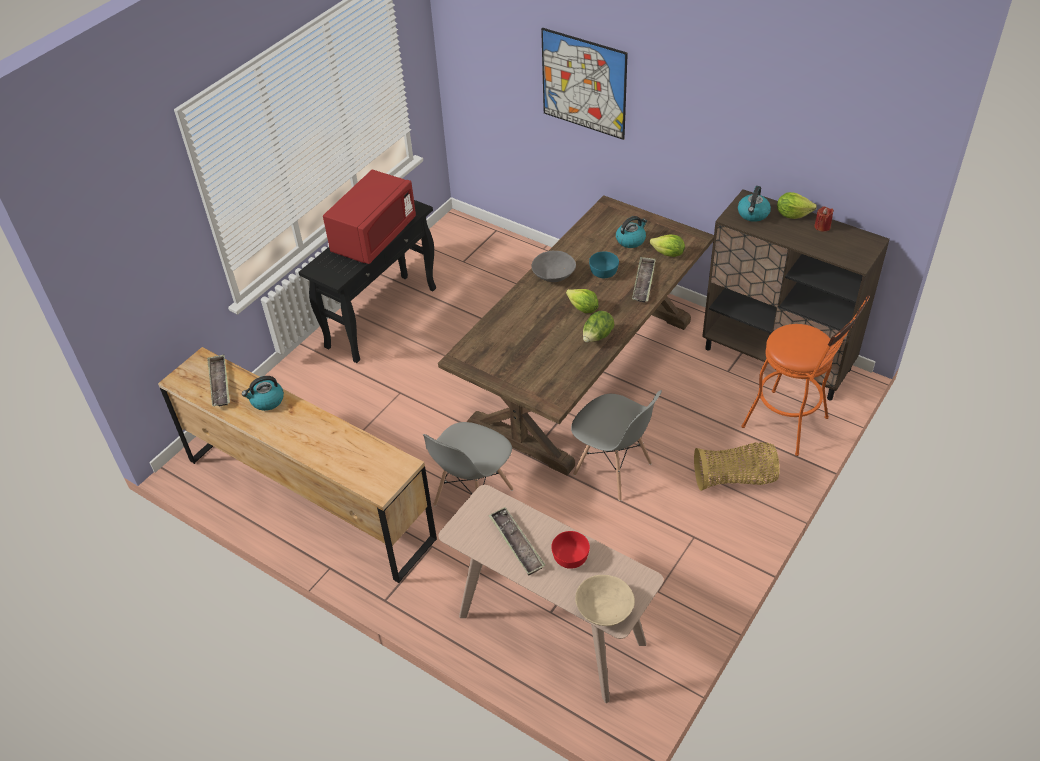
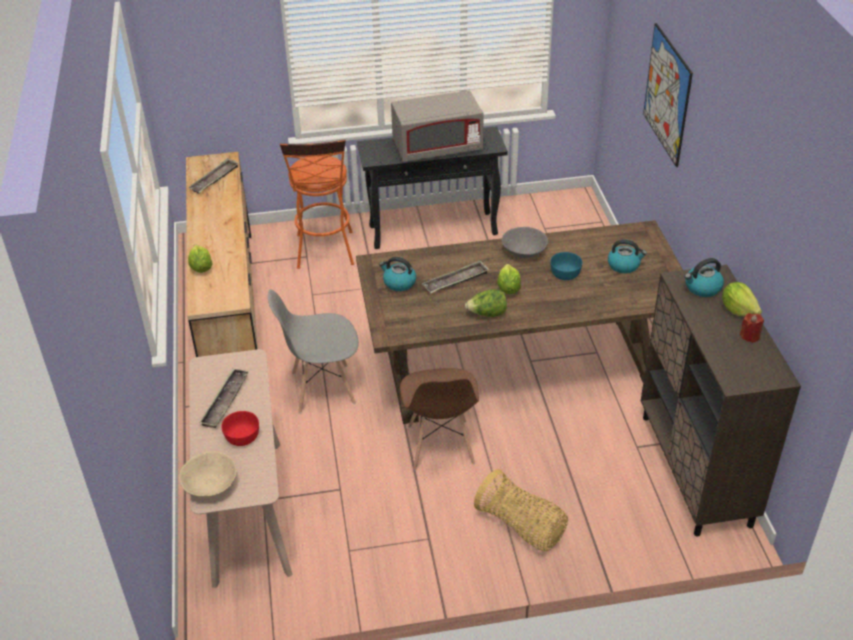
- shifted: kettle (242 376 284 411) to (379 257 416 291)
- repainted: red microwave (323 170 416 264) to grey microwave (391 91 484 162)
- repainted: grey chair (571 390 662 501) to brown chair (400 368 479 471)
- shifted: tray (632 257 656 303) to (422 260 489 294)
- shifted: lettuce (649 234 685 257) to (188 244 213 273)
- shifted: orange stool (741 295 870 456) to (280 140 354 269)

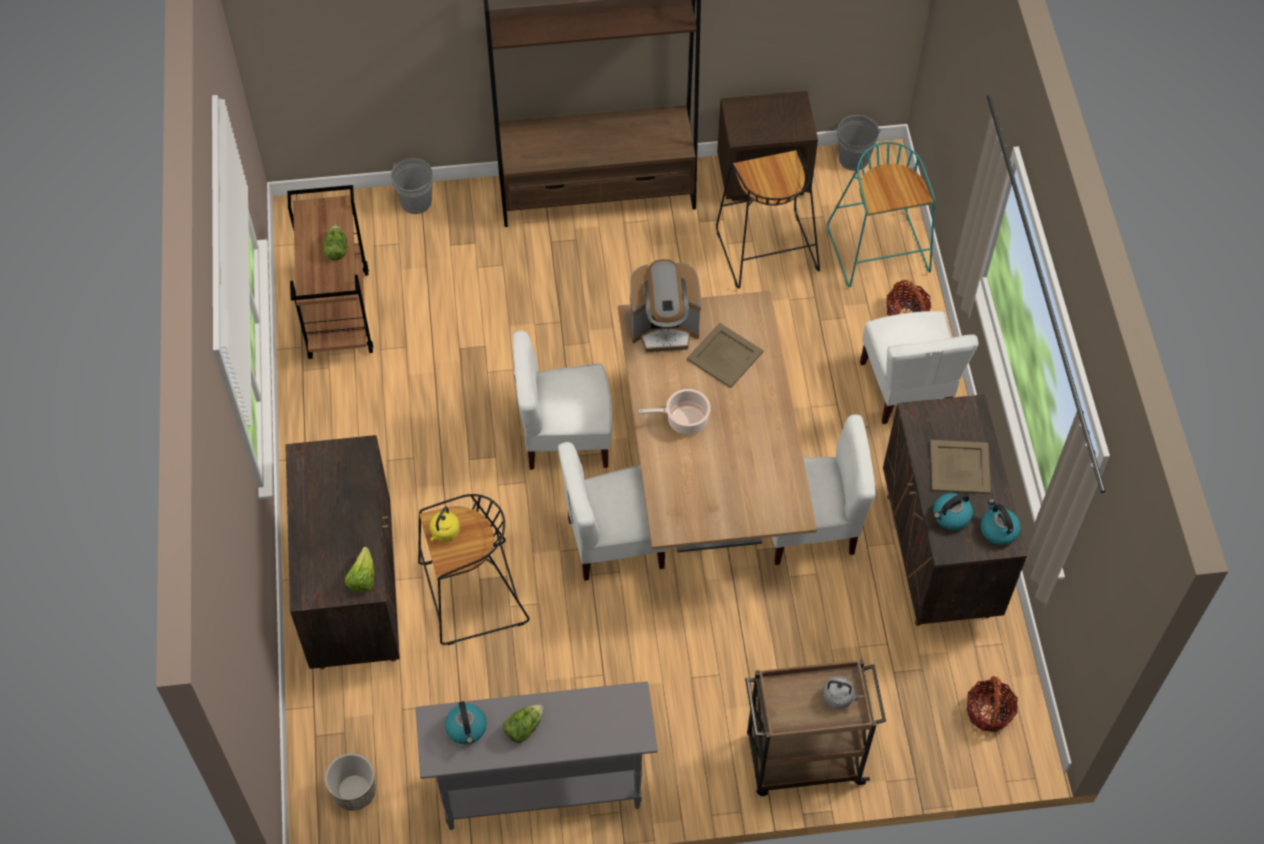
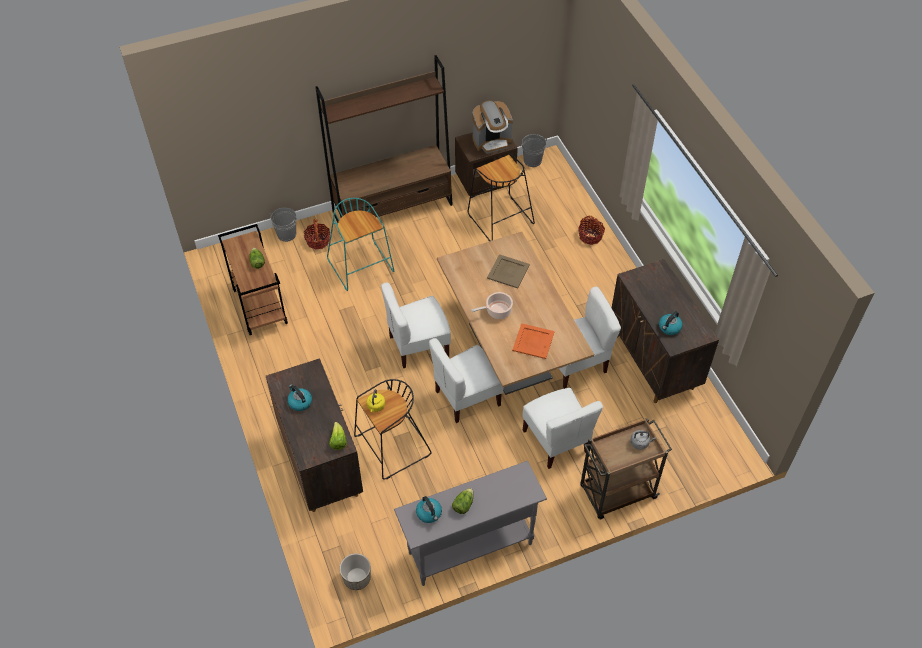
- shifted: coffee machine (630 259 701 352) to (472 100 513 154)
- shifted: turquoise stool (827 142 935 287) to (327 198 395 291)
- shifted: white chair (860 311 978 424) to (522 388 603 469)
- gone: beige tray (930 440 991 494)
- shifted: basket (966 676 1018 732) to (304 219 330 250)
- shifted: kettle (981 499 1021 545) to (287 384 312 411)
- new: orange tray (512 323 555 359)

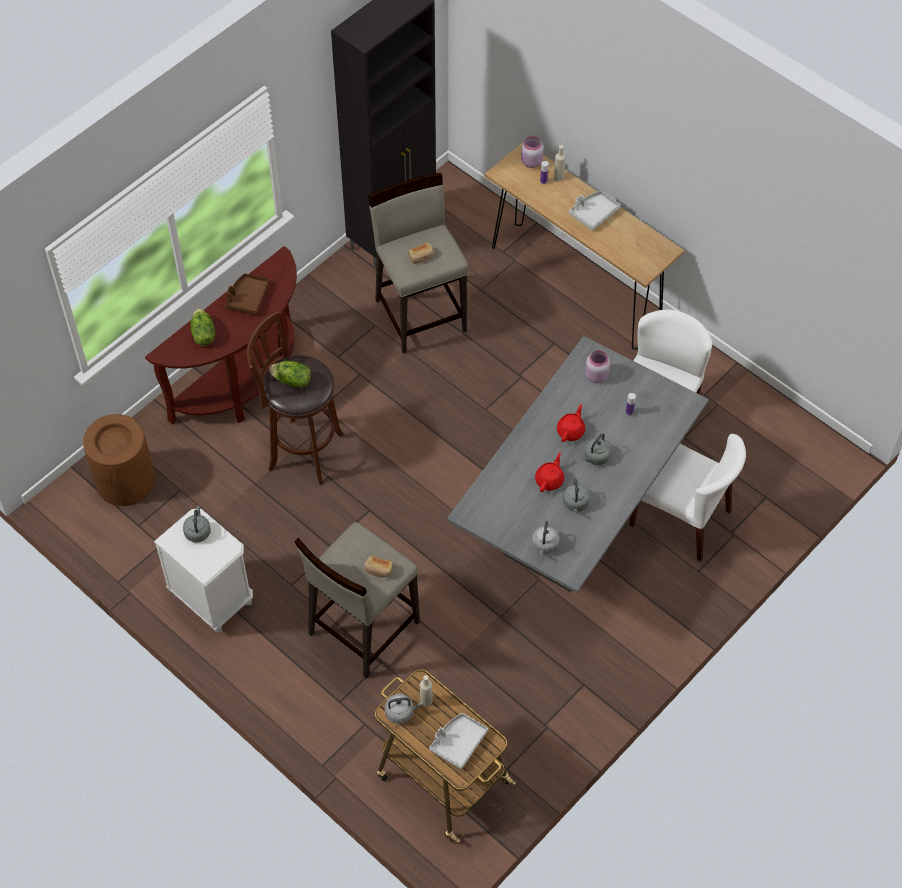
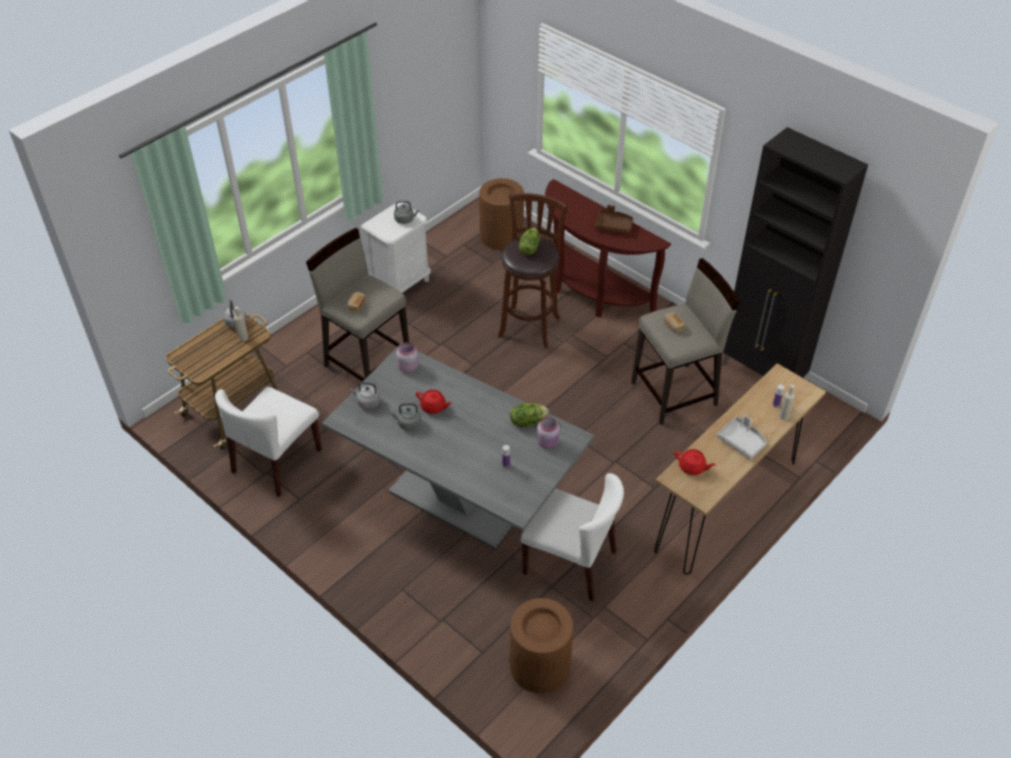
- shifted: lettuce (191 308 215 346) to (510 403 549 427)
- gone: grey tray (429 713 488 769)
- shifted: pink jar (521 136 544 168) to (396 342 418 373)
- shifted: red teapot (557 404 585 442) to (674 449 716 475)
- gone: grey kettle (583 433 611 465)
- shifted: white chair (629 434 746 562) to (215 387 322 497)
- new: brown trash can (509 598 573 693)

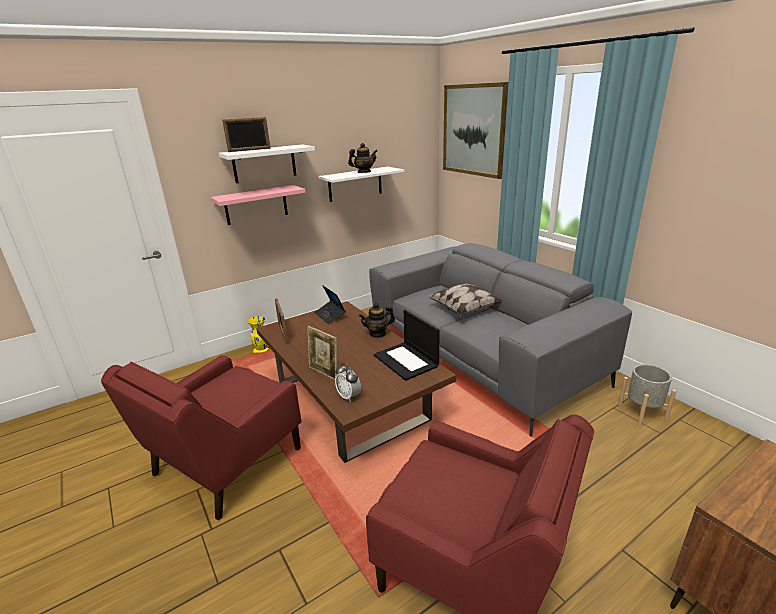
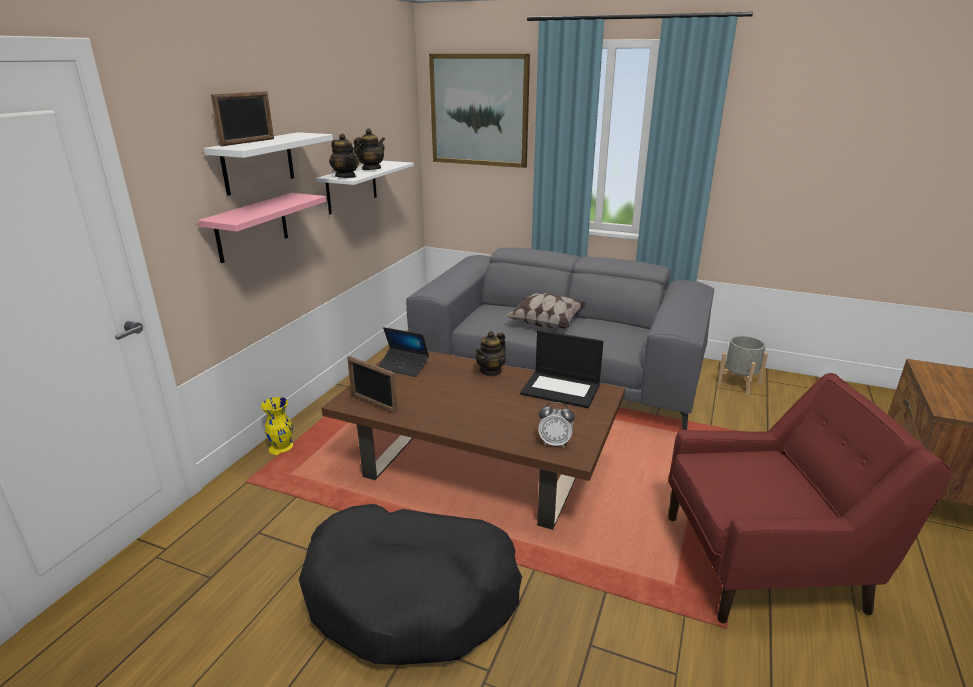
- swapped: red armchair (101 355 302 520) to black dog bed (299 504 522 665)
- gone: picture frame (307 326 337 380)
- new: teapot (329 134 359 178)

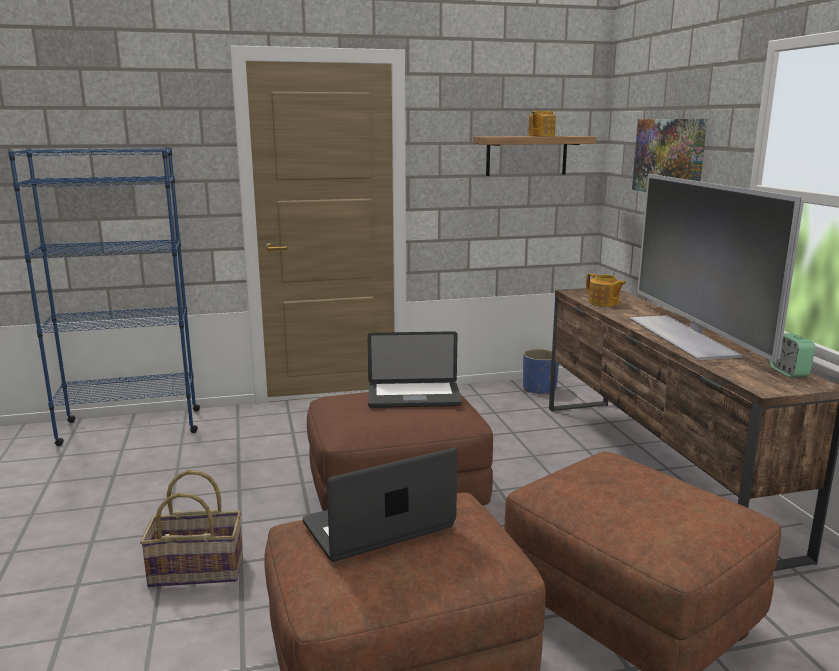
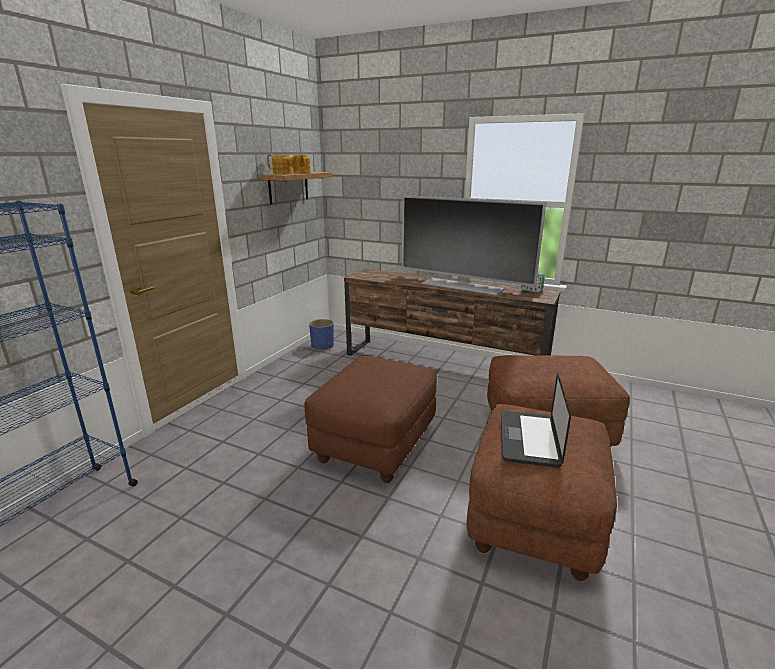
- gone: basket (140 470 243 587)
- gone: laptop (367 331 462 408)
- shifted: teapot (586 273 626 307) to (267 155 299 175)
- gone: picture (632 119 707 192)

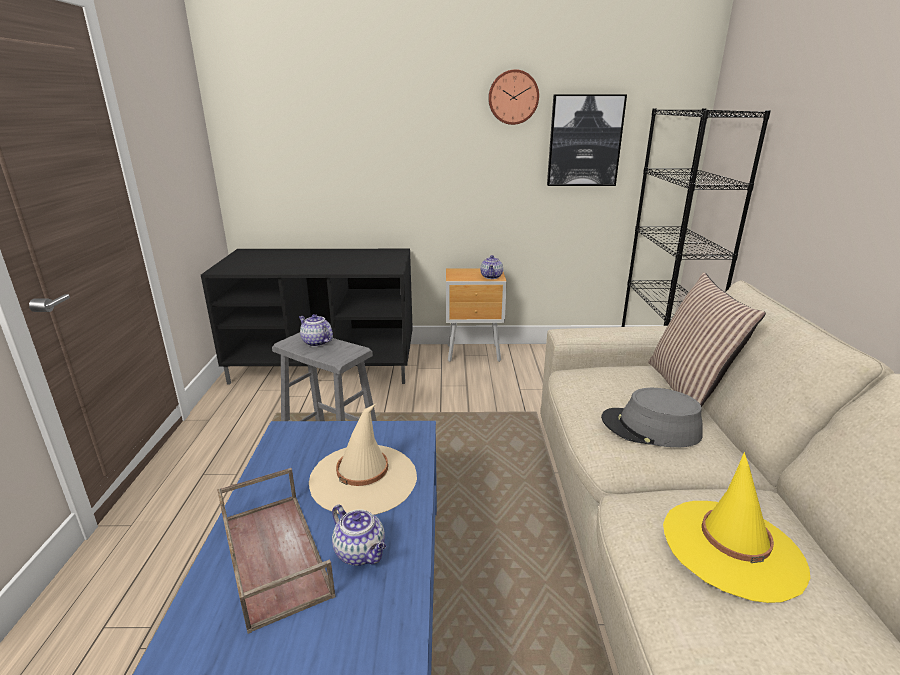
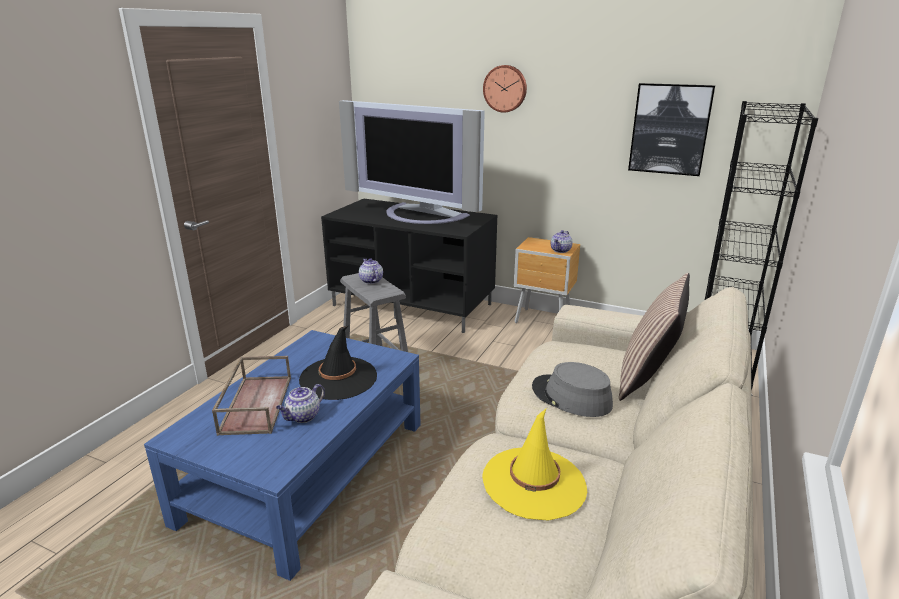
- repainted: beige hat (309 404 417 515) to black hat (299 325 377 400)
- rotated: teapot (332 504 386 566) = (276 384 325 423) 60 degrees clockwise
- shifted: wall clock (488 69 539 125) to (483 65 527 113)
- new: television (339 100 485 224)

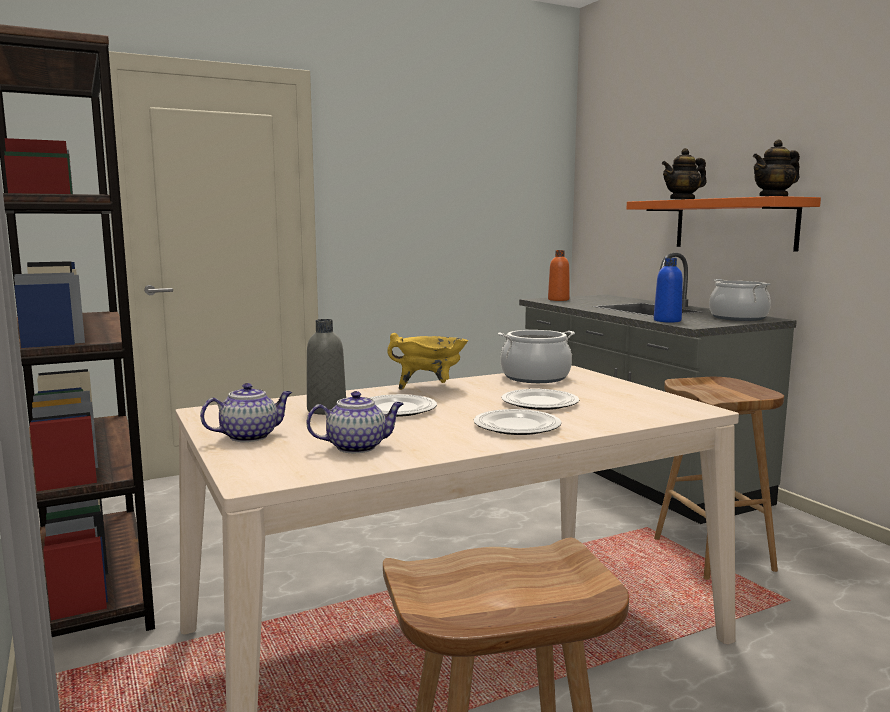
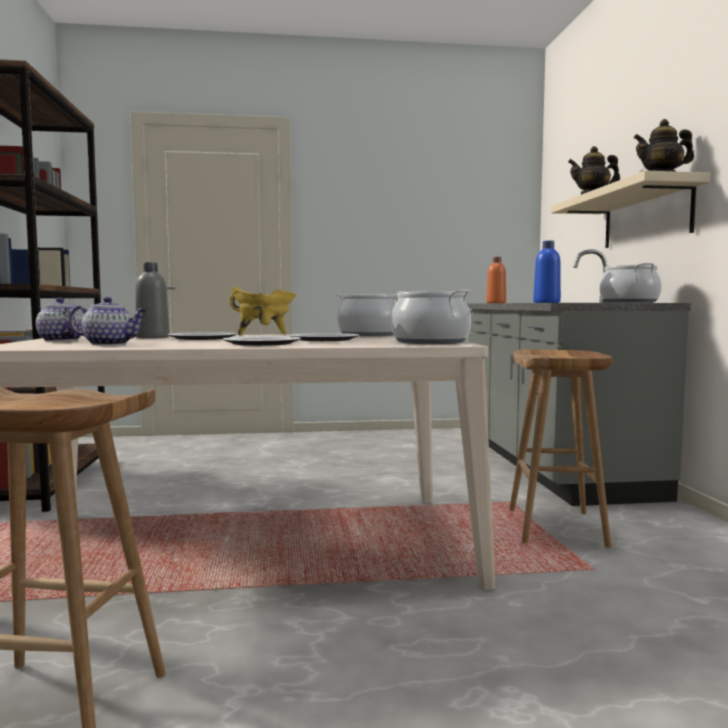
- rotated: teapot (200 383 292 442) = (36 298 83 342) 120 degrees counterclockwise
- repainted: orange shelf (627 196 821 252) to beige shelf (551 171 710 248)
- new: cooking pot (391 290 471 344)

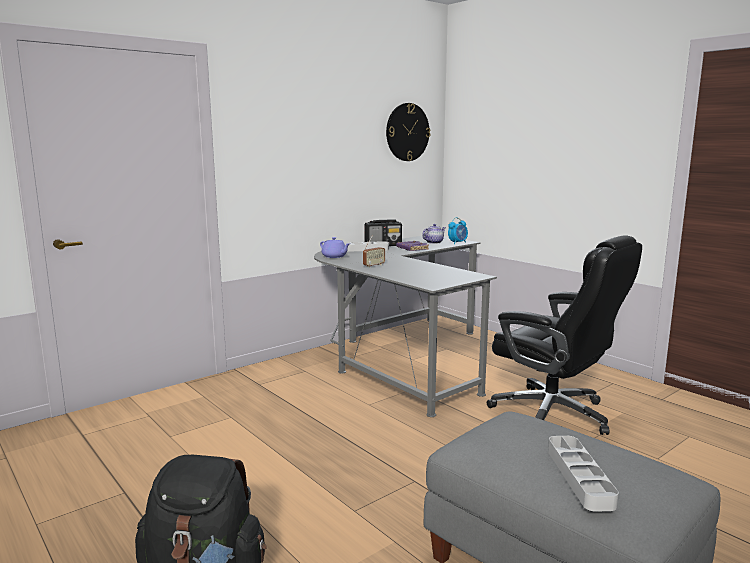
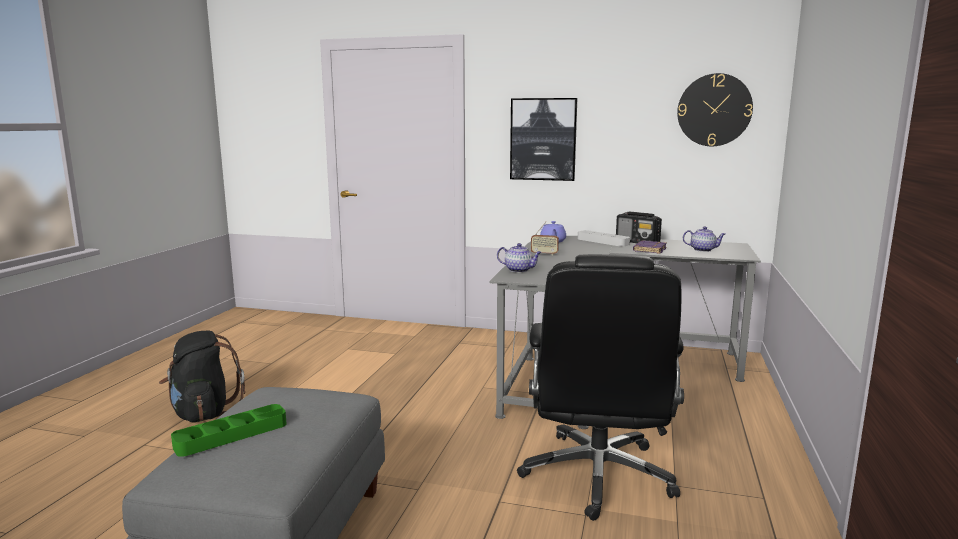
- gone: alarm clock (448 217 468 244)
- repainted: grey tray (548 436 619 512) to green tray (171 404 287 457)
- new: teapot (497 243 542 273)
- new: picture (510 98 577 181)

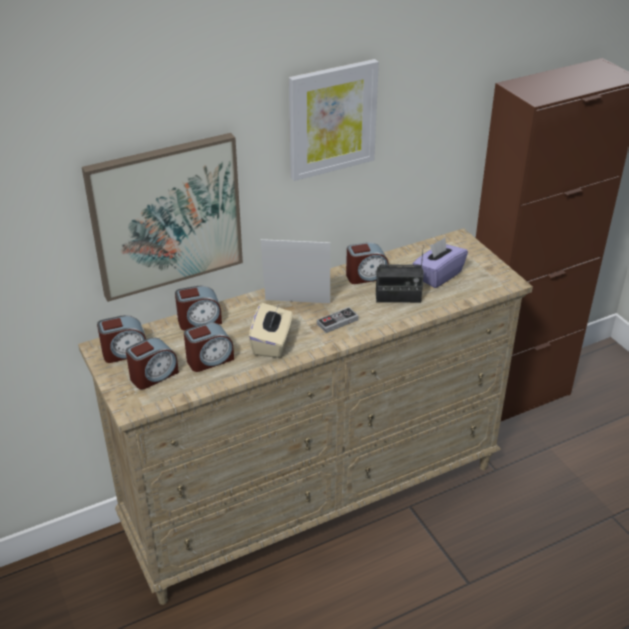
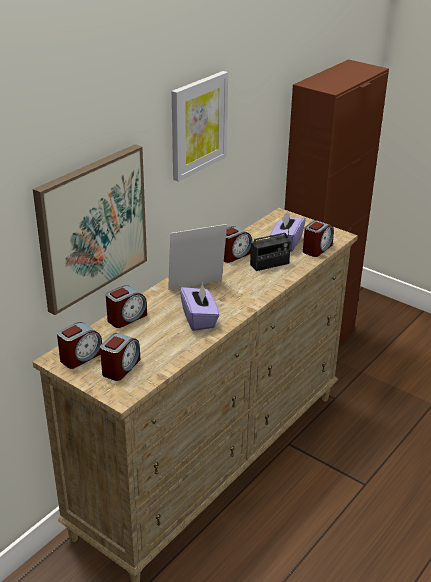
- shifted: alarm clock (184 322 234 372) to (303 220 334 257)
- repainted: beige tissue box (249 303 293 358) to purple tissue box (180 283 219 331)
- gone: game controller (317 307 359 333)

